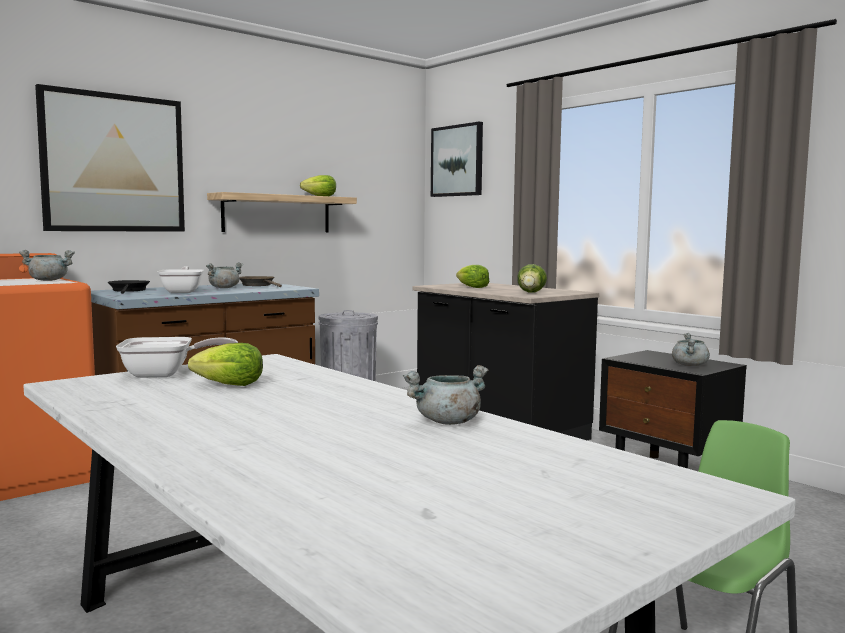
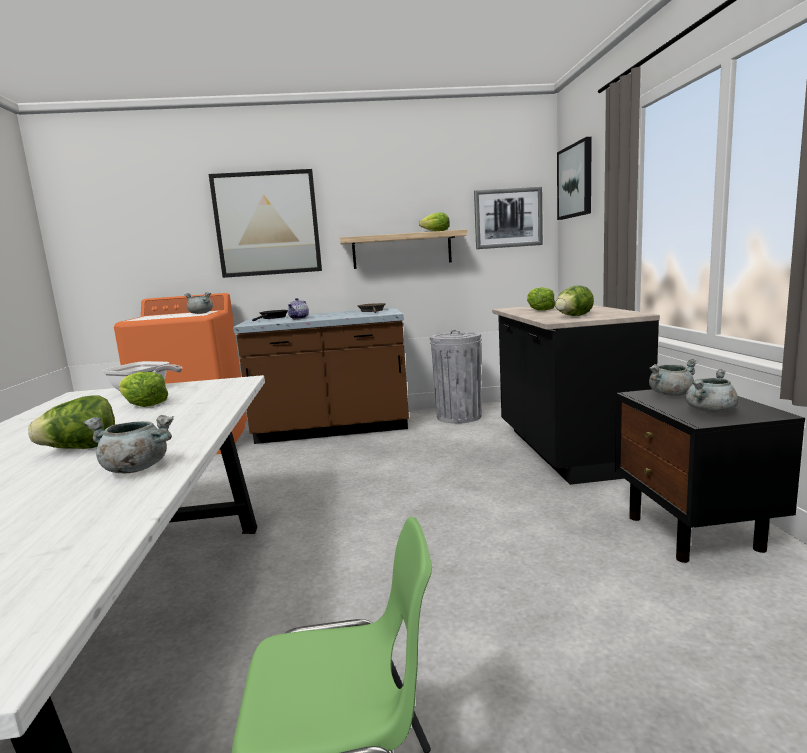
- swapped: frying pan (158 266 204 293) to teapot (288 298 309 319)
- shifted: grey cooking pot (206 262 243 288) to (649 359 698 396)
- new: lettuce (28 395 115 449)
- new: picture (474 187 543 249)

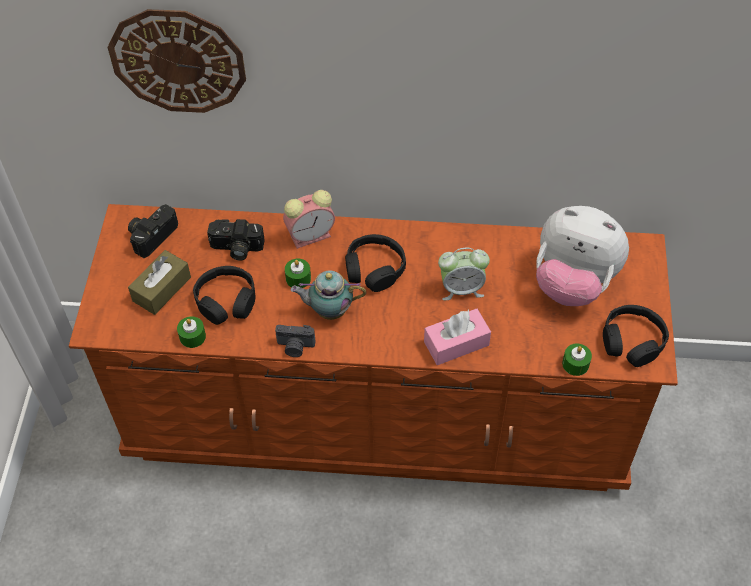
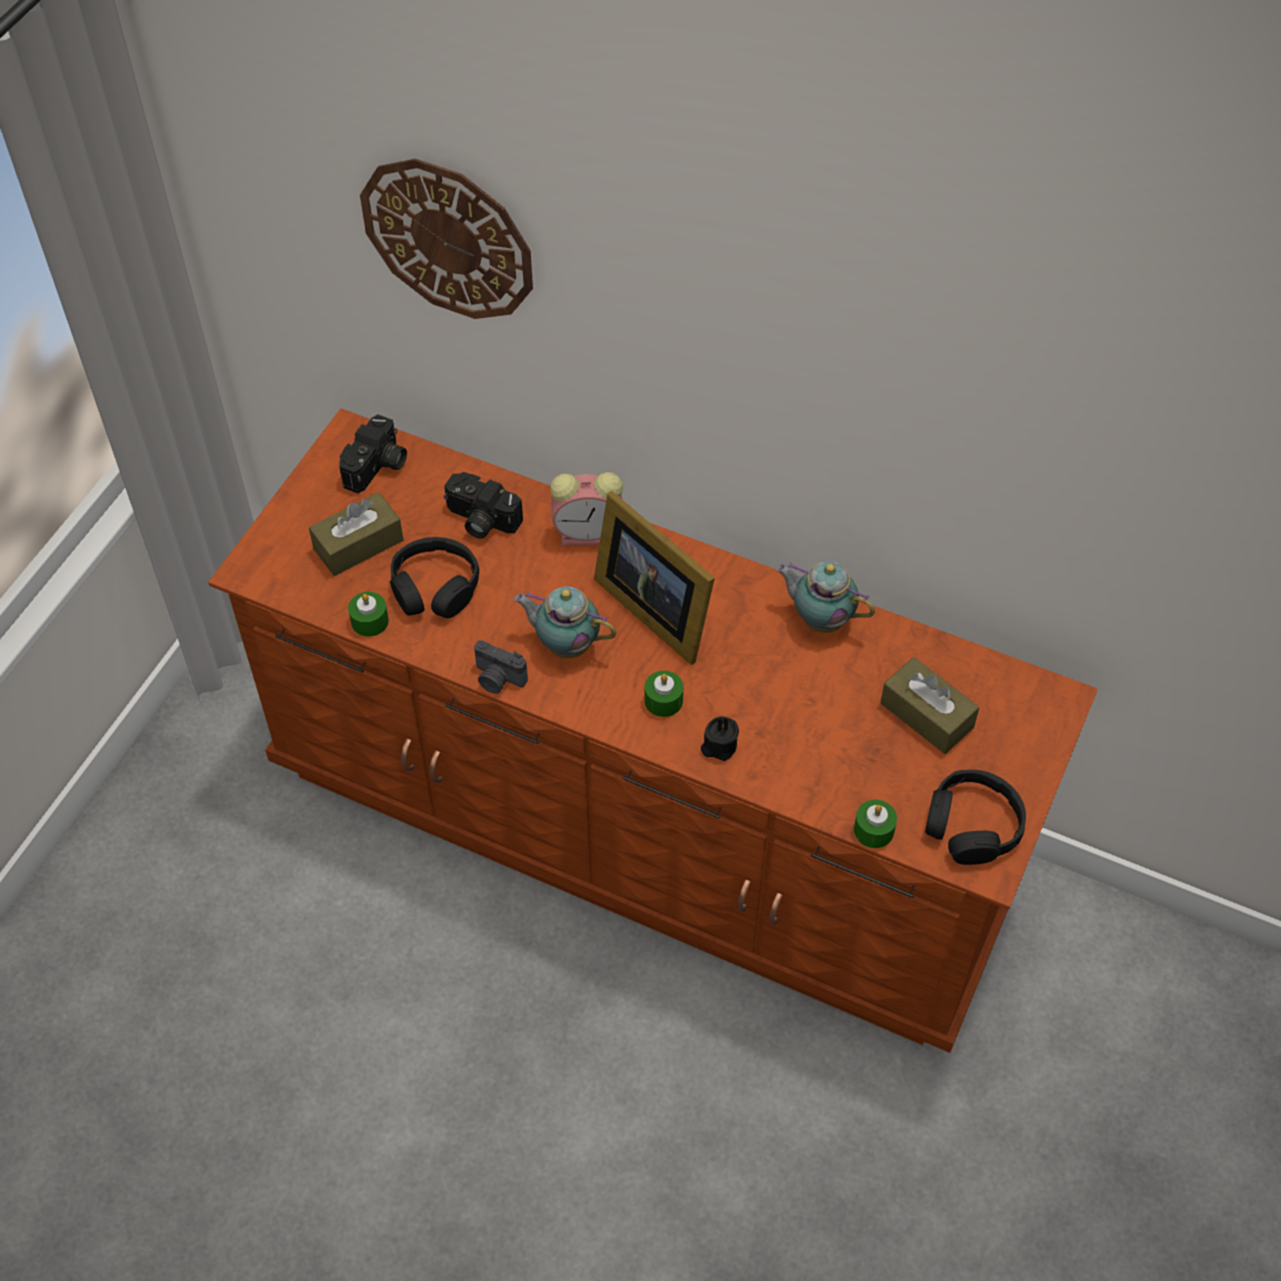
- rotated: photo camera (128 204 178 258) = (339 414 407 493) 150 degrees clockwise
- shifted: green candle (285 259 311 288) to (645 671 683 717)
- swapped: black headphones (345 234 406 292) to picture frame (594 491 715 665)
- swapped: pink tissue box (424 309 491 365) to black candle (701 716 739 761)
- gone: alarm clock (438 248 490 300)
- swapped: plush toy (536 206 629 306) to brown tissue box (881 657 979 754)
- new: teapot (776 561 875 633)

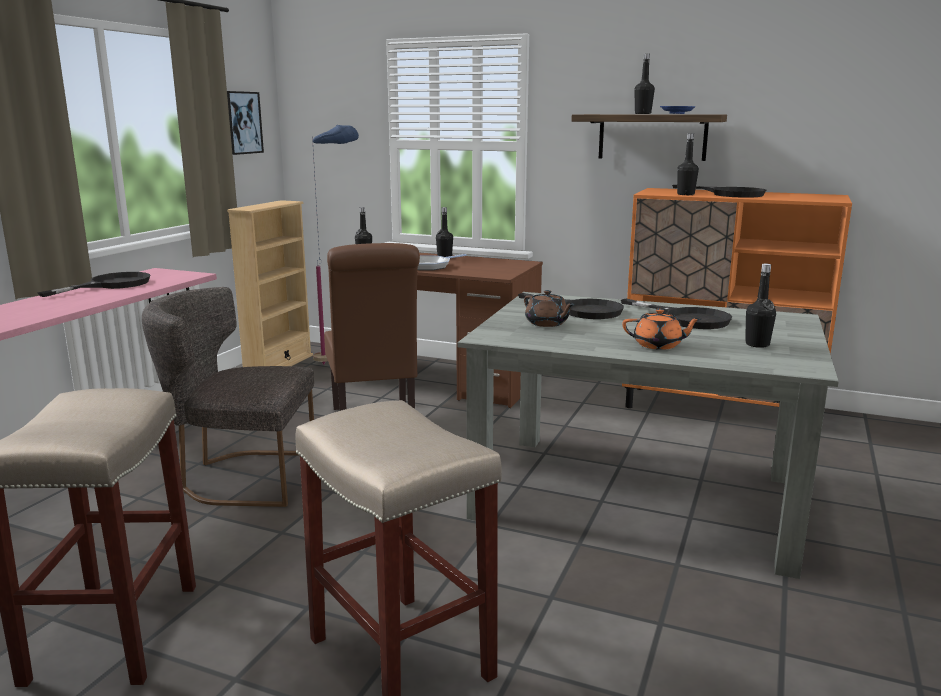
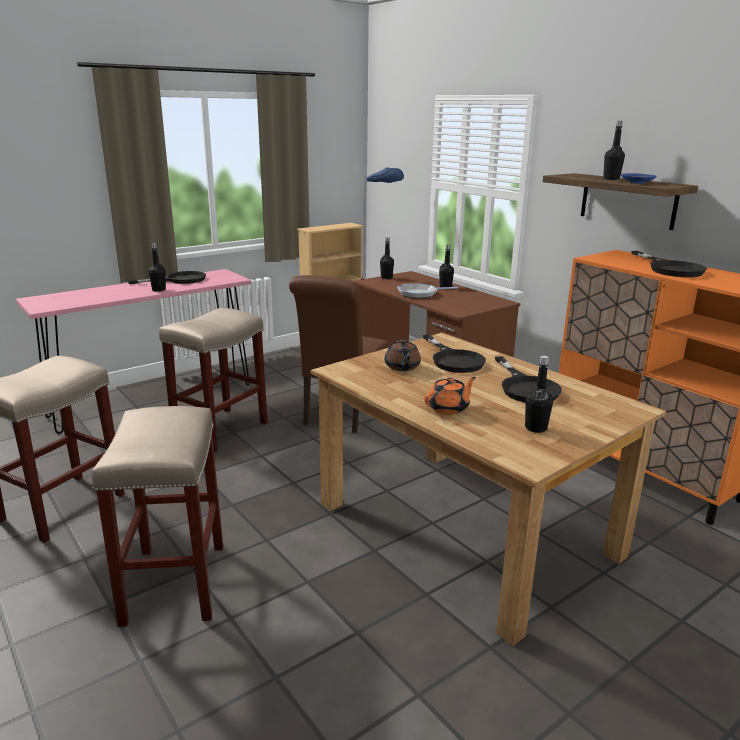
- swapped: grey chair (142 287 314 507) to beige stool (159 308 268 453)
- gone: picture (227 91 264 155)
- repainted: grey dining table (457 292 839 579) to brown dining table (311 333 666 646)
- rotated: orange teapot (622 309 701 350) = (424 377 476 414) 75 degrees counterclockwise
- shifted: black bottle (677 133 699 195) to (148 243 166 292)

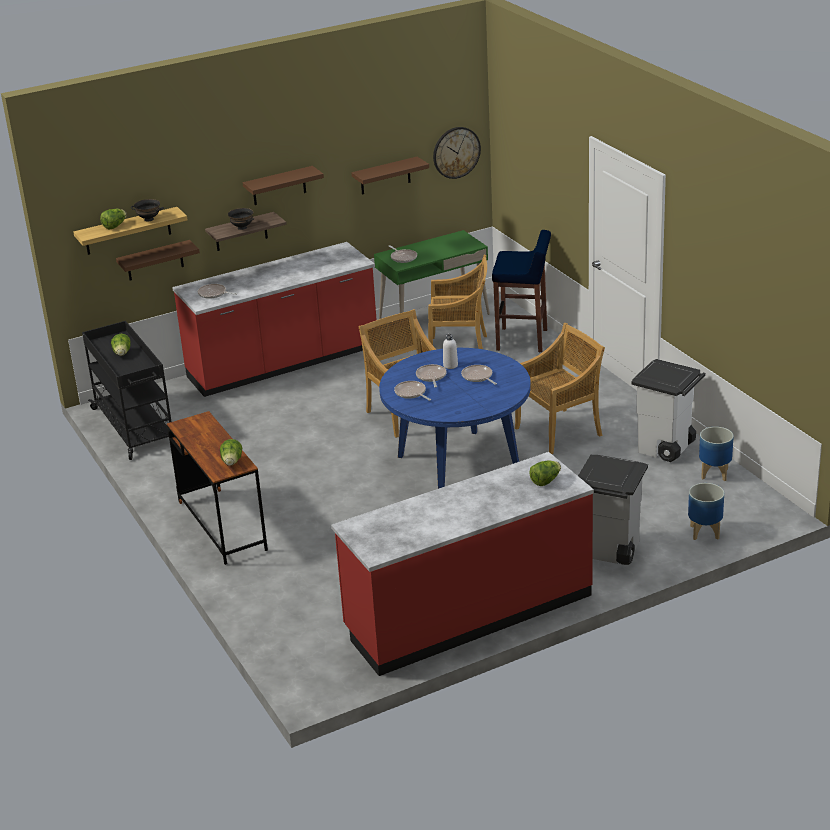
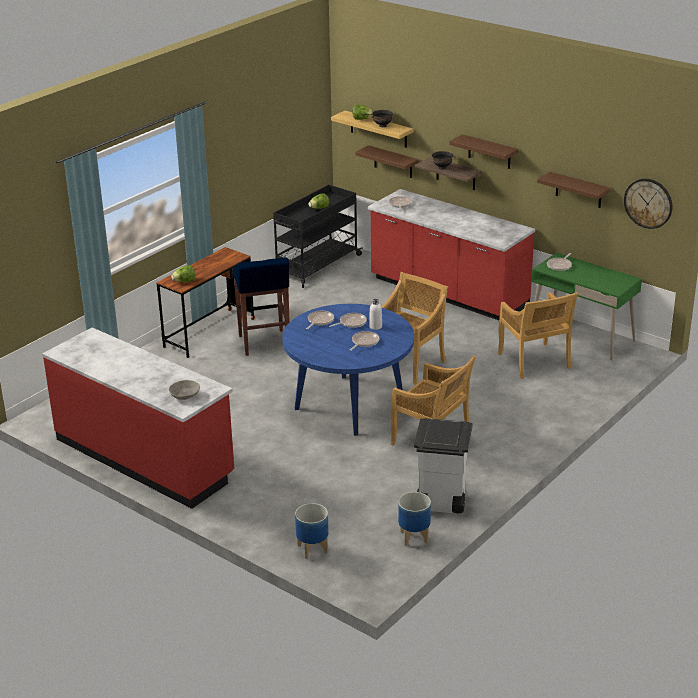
- shifted: blue stool (492 230 551 352) to (233 258 290 356)
- swapped: lettuce (529 460 561 486) to grey bowl (169 380 200 400)
- gone: grey trash can (578 455 648 565)

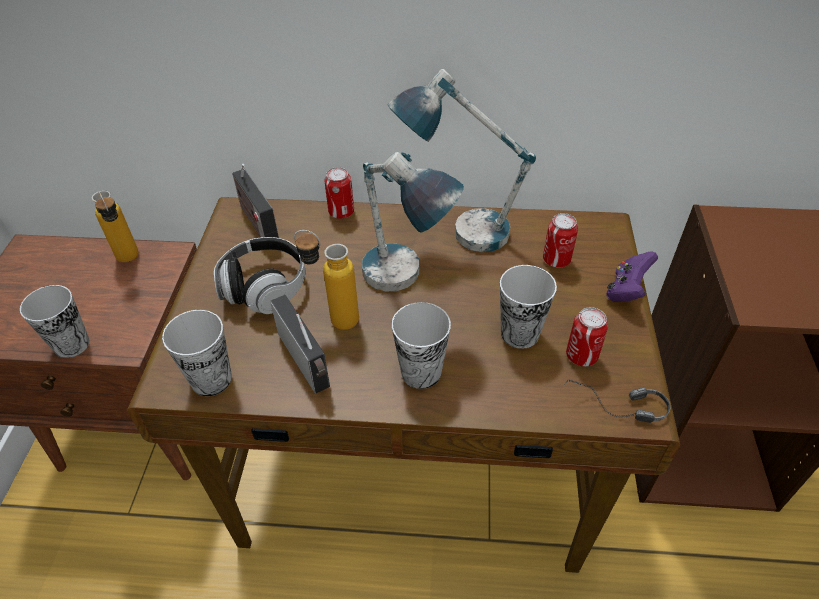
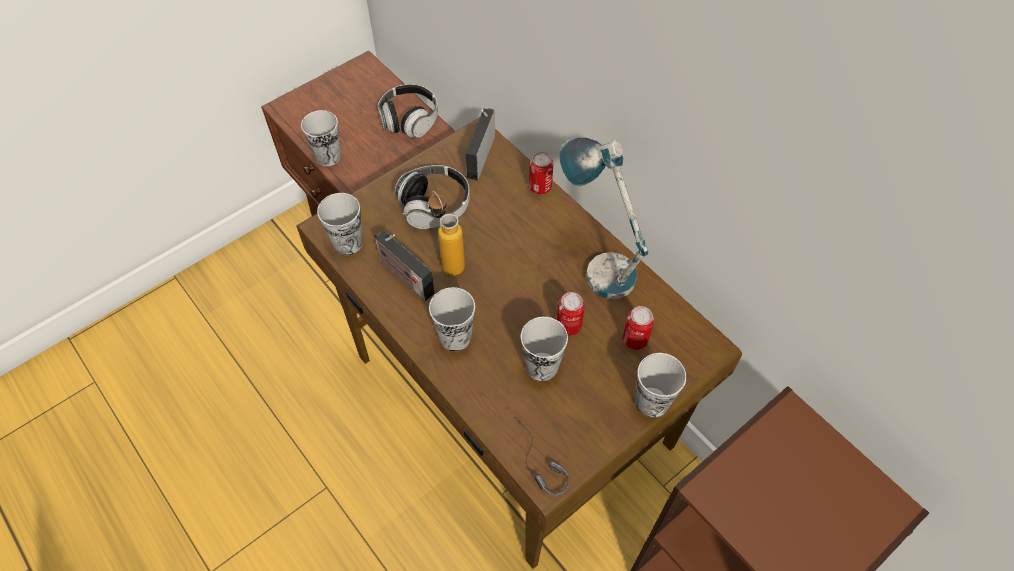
- swapped: bottle (92 191 139 262) to headphones (378 84 438 137)
- rotated: radio (270 295 330 394) = (374 231 435 301) 120 degrees clockwise
- gone: table lamp (362 152 464 291)
- shifted: can (566 307 608 367) to (557 292 585 336)
- swapped: purple game controller (606 251 658 302) to cup (635 353 686 418)

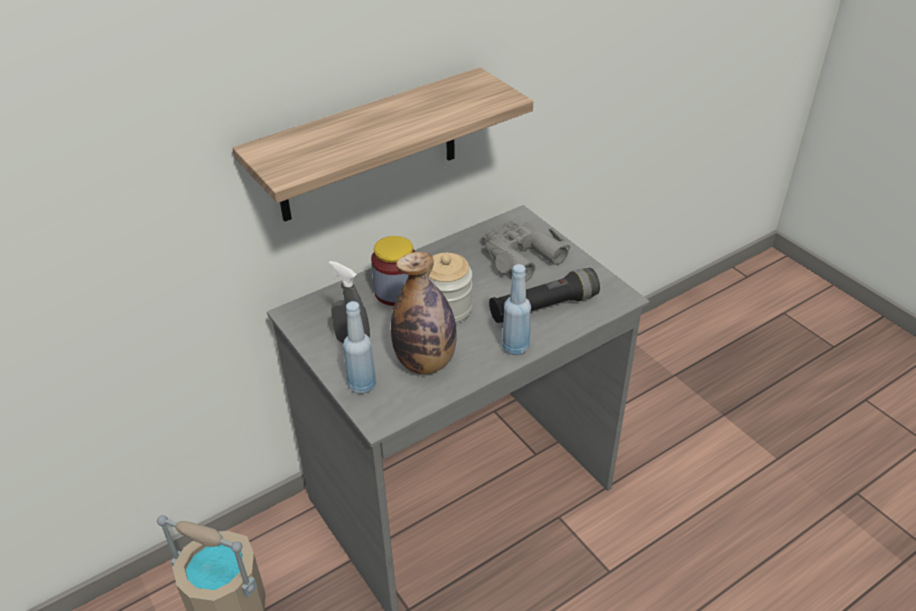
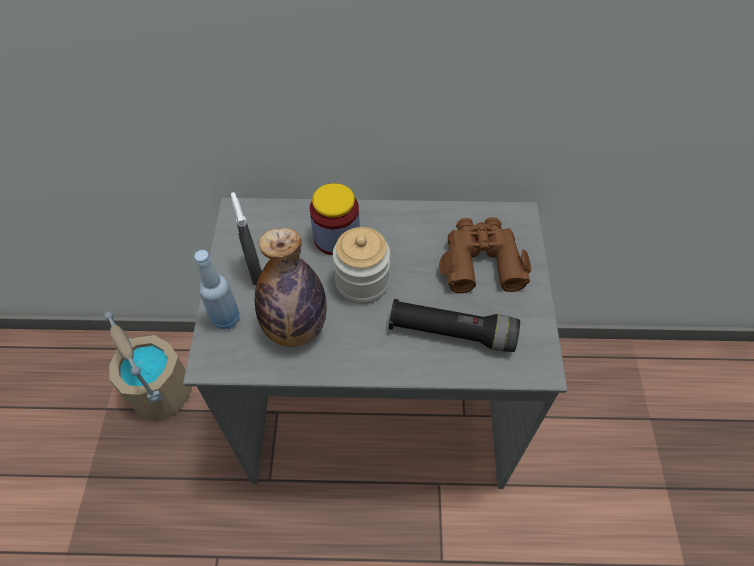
- gone: shelf (232 67 533 222)
- repainted: grey binoculars (483 221 571 282) to brown binoculars (439 217 531 293)
- gone: blue bottle (502 264 531 355)

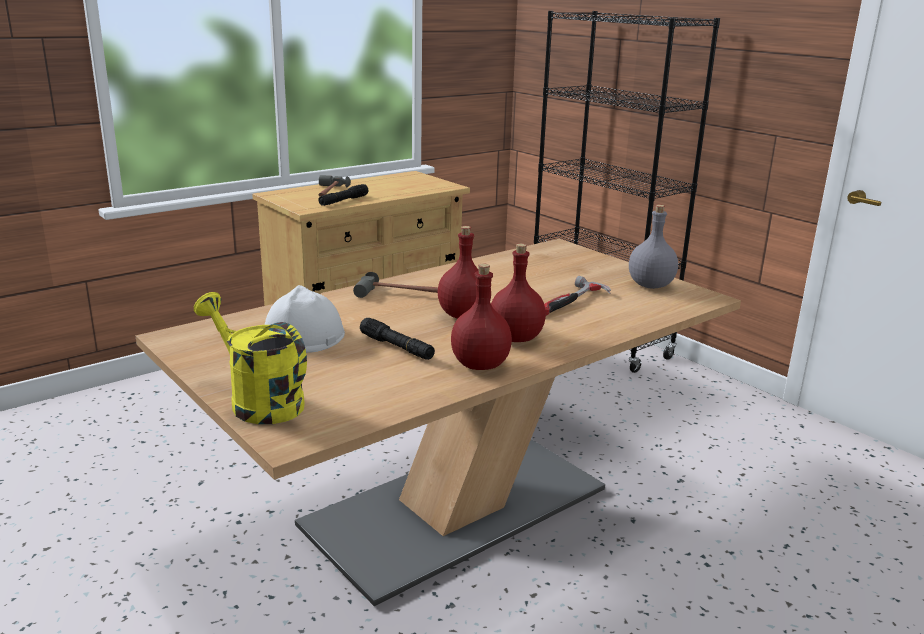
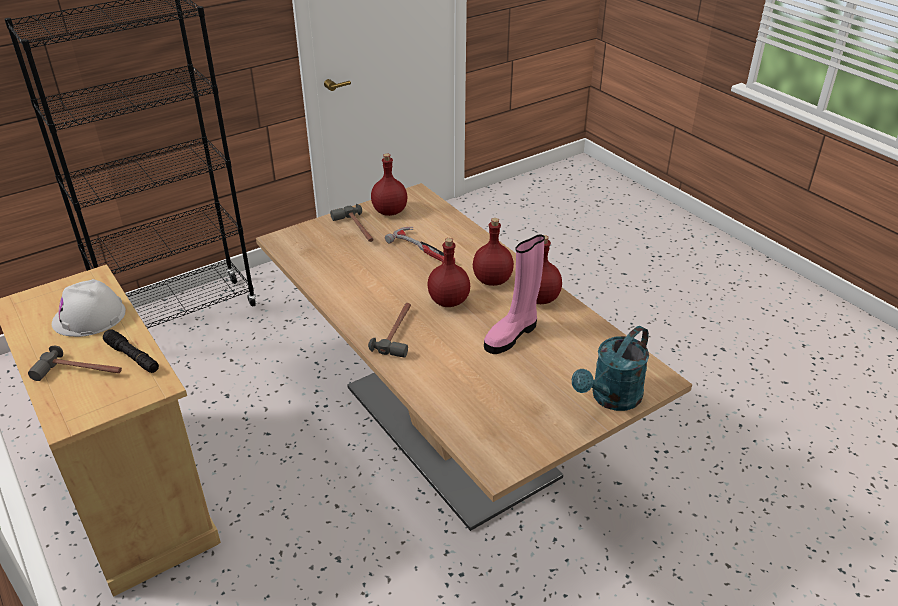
- repainted: yellow watering can (194 292 307 424) to turquoise watering can (572 326 649 411)
- shifted: white hard hat (265 285 345 353) to (52 279 126 337)
- swapped: black flashlight (360 318 435 360) to pink boot (484 234 545 354)
- repainted: grey bottle (629 205 678 289) to red bottle (371 153 407 216)
- new: hammer (330 204 374 242)

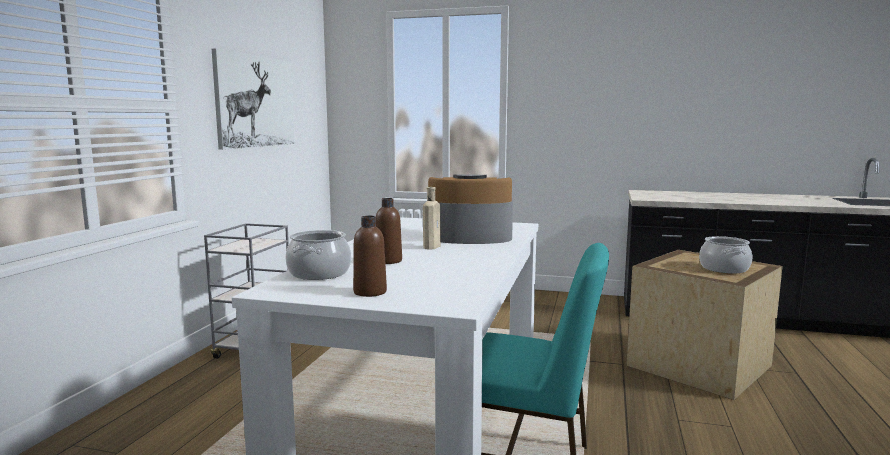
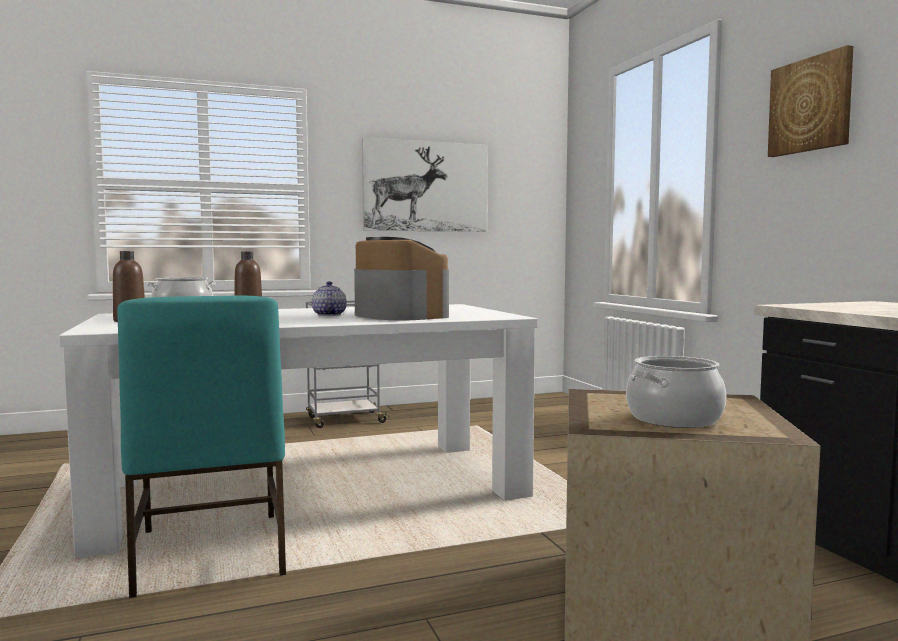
- swapped: beige bottle (423 187 441 250) to teapot (312 281 347 316)
- new: picture (768 45 853 157)

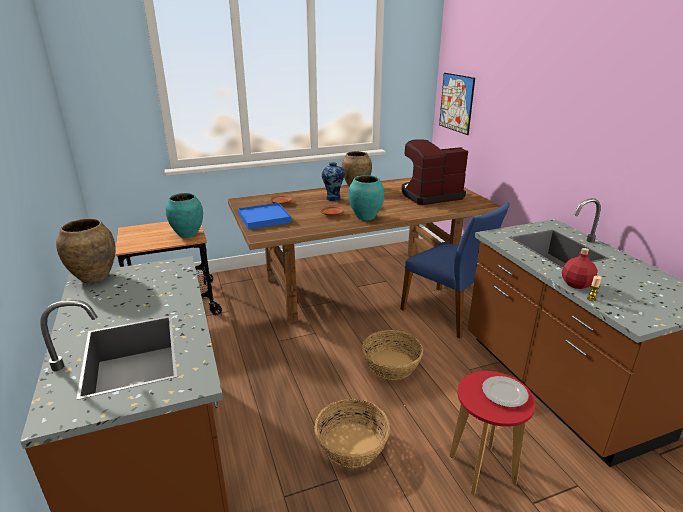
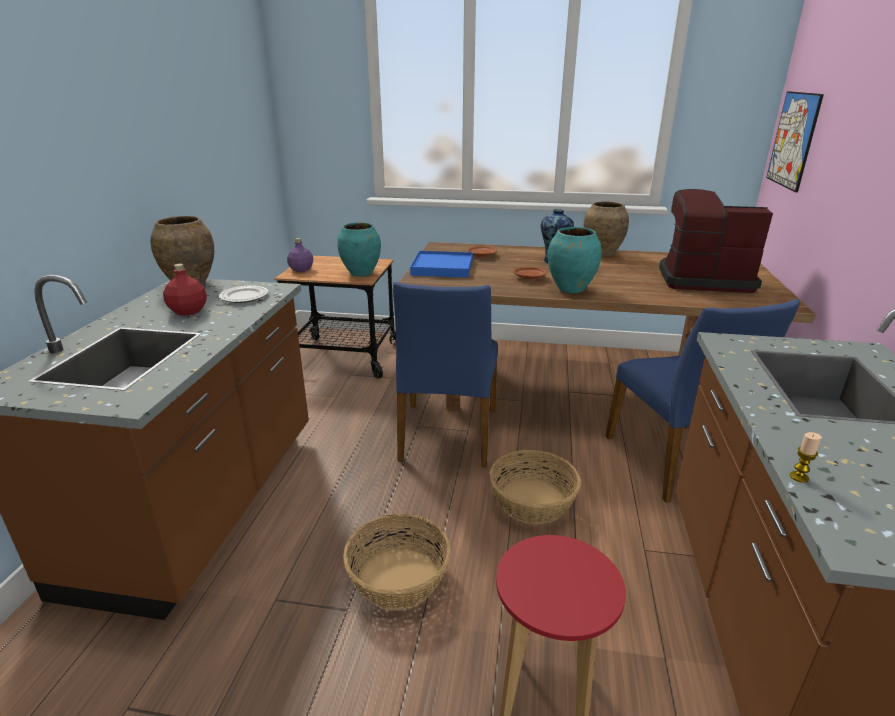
- shifted: plate (482 376 529 407) to (219 285 268 303)
- shifted: red bottle (562 248 598 289) to (163 264 207 316)
- new: purple bottle (287 238 313 272)
- new: blue chair (393 282 498 467)

